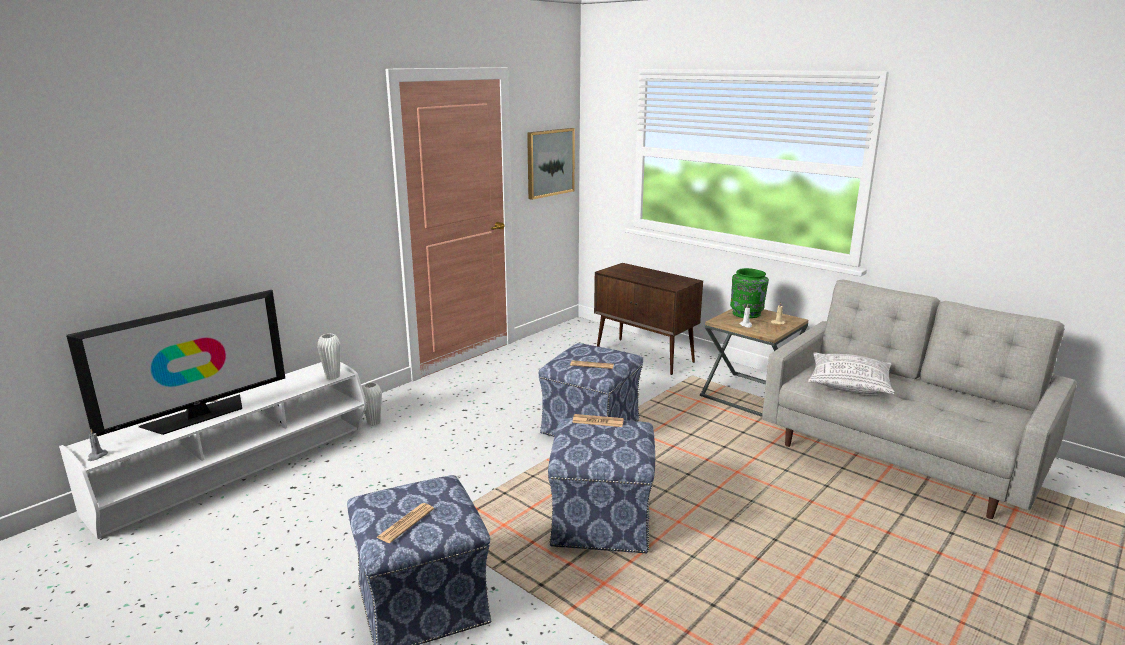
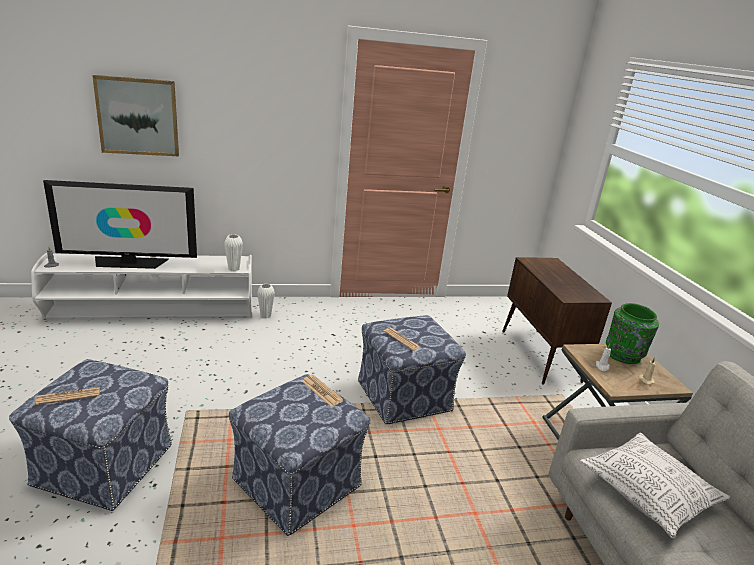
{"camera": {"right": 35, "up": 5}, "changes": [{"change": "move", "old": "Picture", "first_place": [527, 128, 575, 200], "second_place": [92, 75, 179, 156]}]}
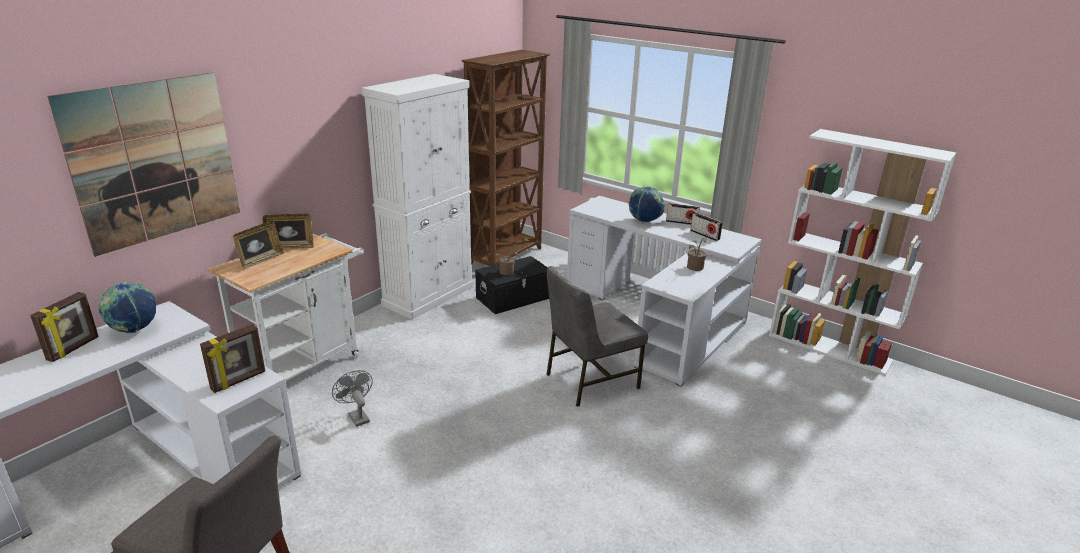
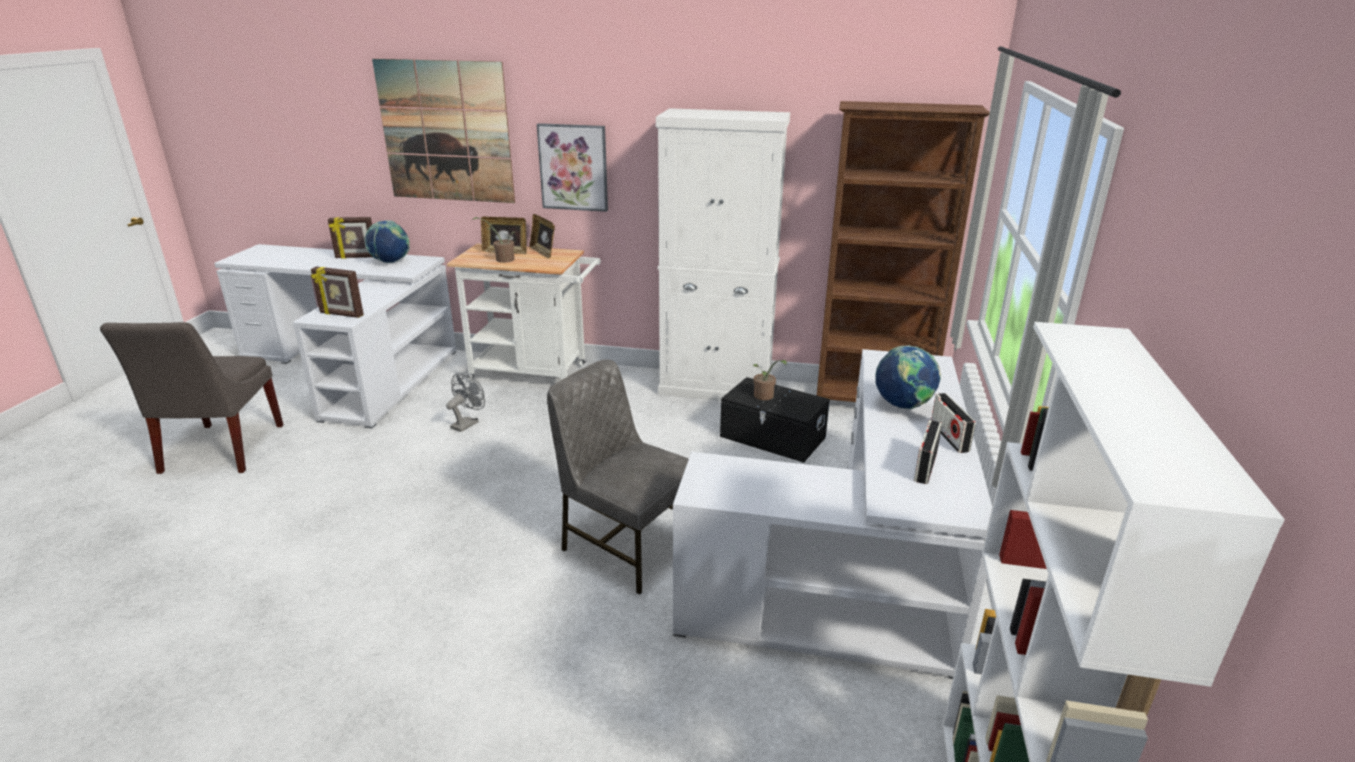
{"camera": {"right": 65, "up": 0}, "changes": [{"change": "insert", "new": "Picture", "second_place": [537, 123, 608, 212]}, {"change": "move", "old": "PottedPlant", "first_place": [687, 238, 707, 271], "second_place": [472, 217, 515, 263]}]}
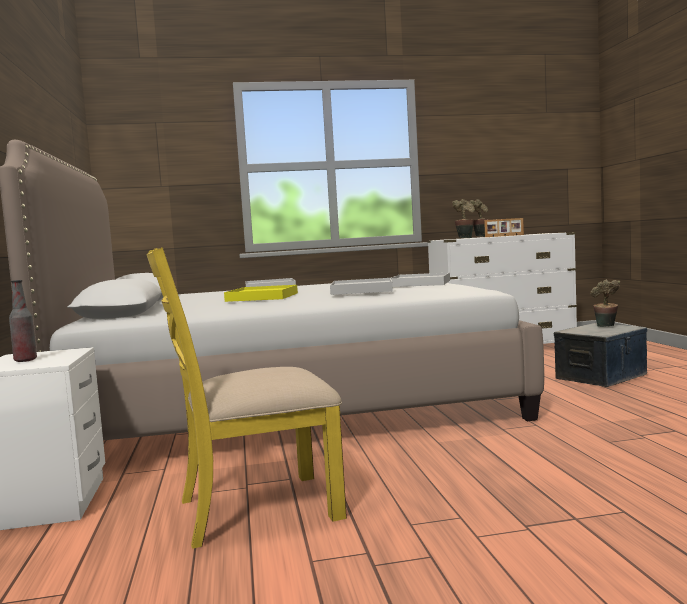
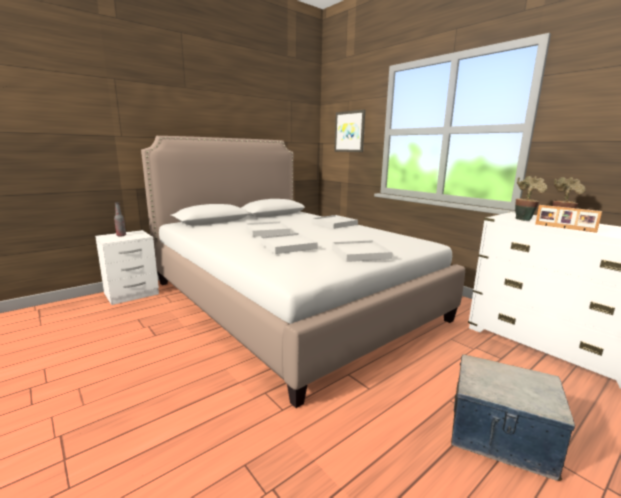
{"camera": {"right": 60, "up": 10}, "changes": [{"change": "delete", "old": "YellowChair", "first_place": [146, 247, 347, 549]}, {"change": "delete", "old": "PottedPlant", "first_place": [590, 280, 620, 327]}, {"change": "insert", "new": "Picture", "second_place": [334, 110, 365, 152]}, {"change": "recolor", "old": "YellowTray", "new": "WhiteTray", "first_place": [224, 285, 298, 302], "second_place": [246, 221, 290, 237]}]}
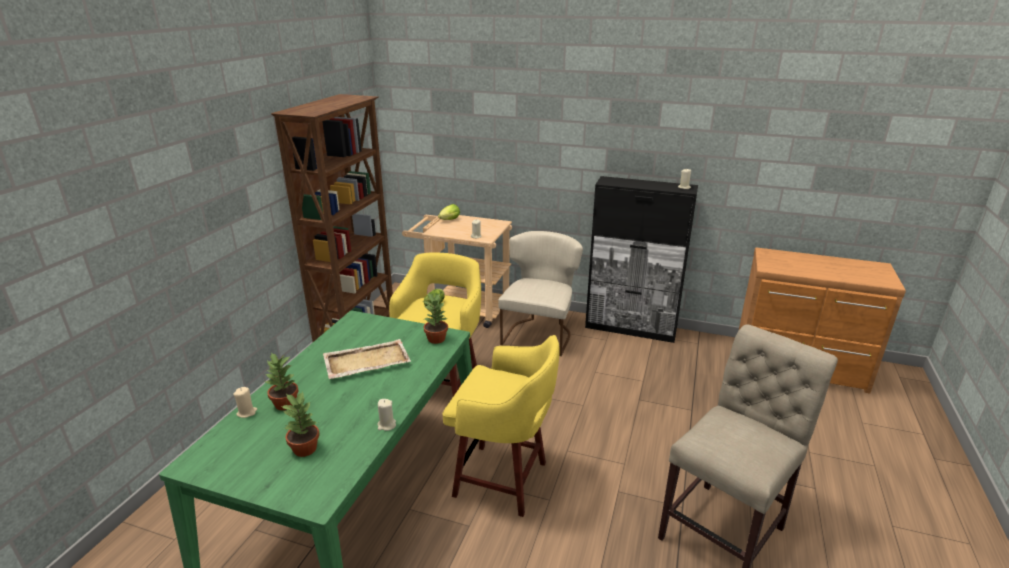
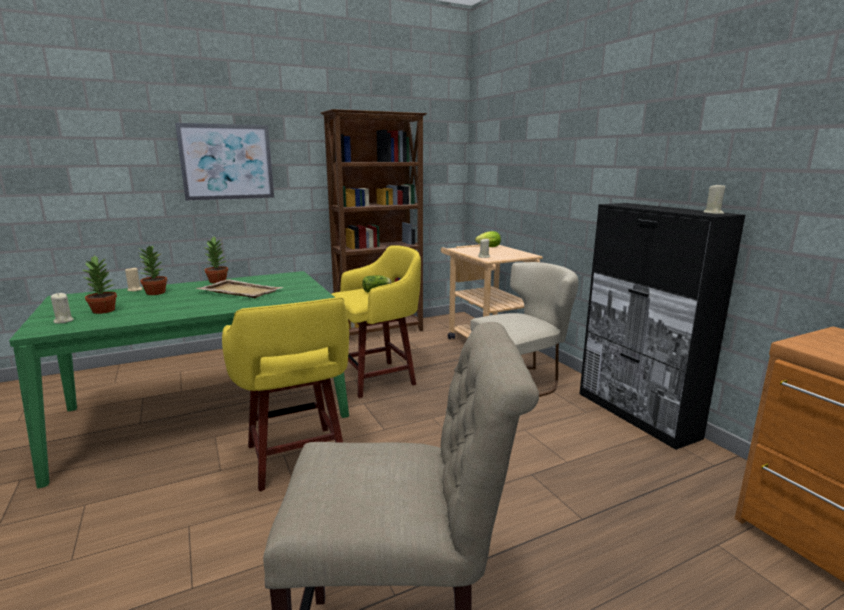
{"camera": {"right": 45, "up": -10}, "changes": [{"change": "insert", "new": "Picture", "second_place": [175, 123, 274, 201]}, {"change": "move", "old": "BeigeCandle", "first_place": [377, 399, 396, 431], "second_place": [51, 293, 74, 324]}, {"change": "move", "old": "PottedPlant", "first_place": [424, 294, 448, 344], "second_place": [203, 237, 228, 284]}]}
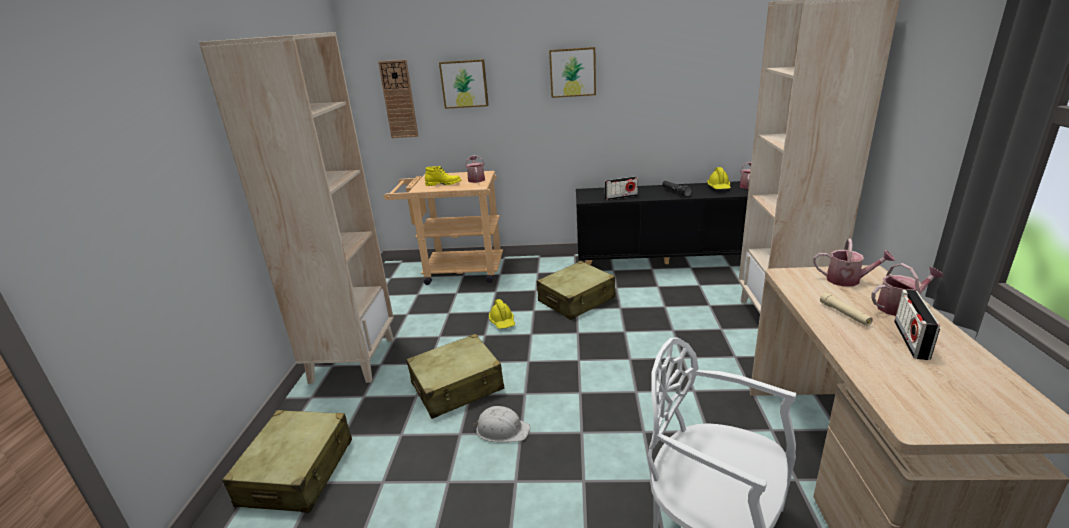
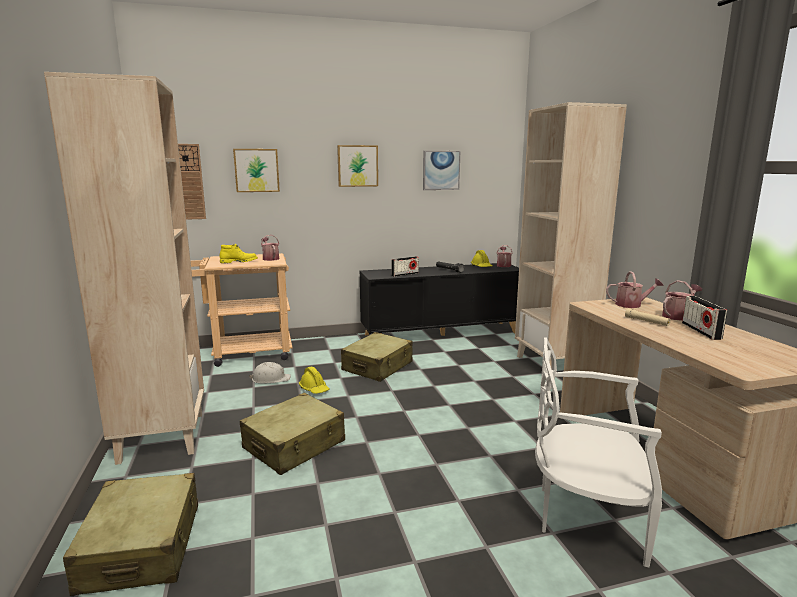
{"camera": {"right": -20, "up": -10}, "changes": [{"change": "insert", "new": "Picture", "second_place": [423, 151, 460, 190]}, {"change": "move", "old": "WhiteHardHat", "first_place": [473, 406, 530, 442], "second_place": [249, 362, 291, 384]}]}
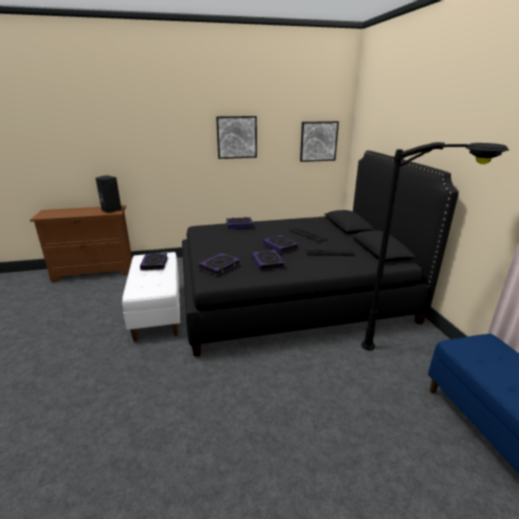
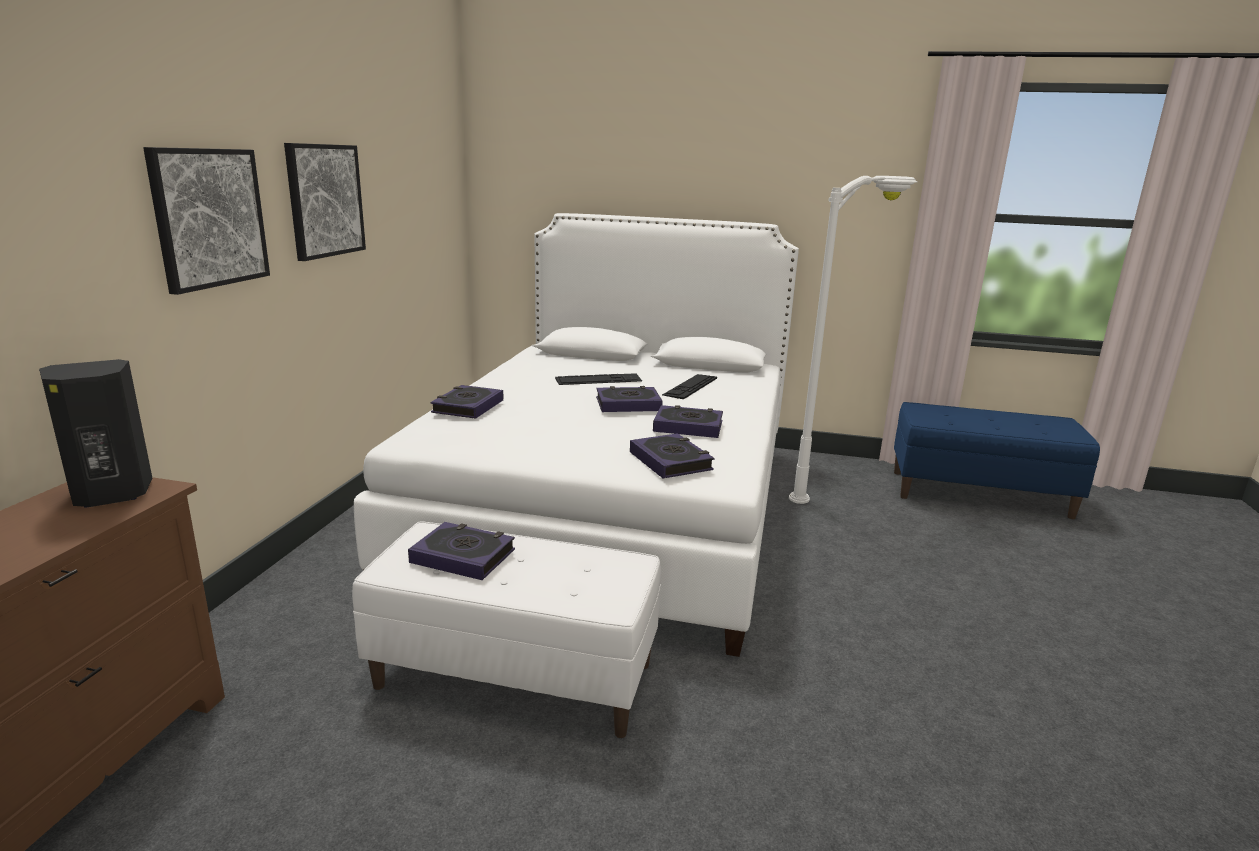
{"camera": {"right": -65, "up": -5}, "changes": [{"change": "move", "old": "Picture", "first_place": [300, 121, 339, 162], "second_place": [143, 147, 270, 295]}, {"change": "recolor", "old": "BlackBed", "new": "WhiteBed", "first_place": [182, 150, 459, 357], "second_place": [354, 213, 799, 657]}, {"change": "recolor", "old": "BlackFloorLamp", "new": "WhiteFloorLamp", "first_place": [361, 142, 509, 350], "second_place": [789, 176, 917, 504]}]}
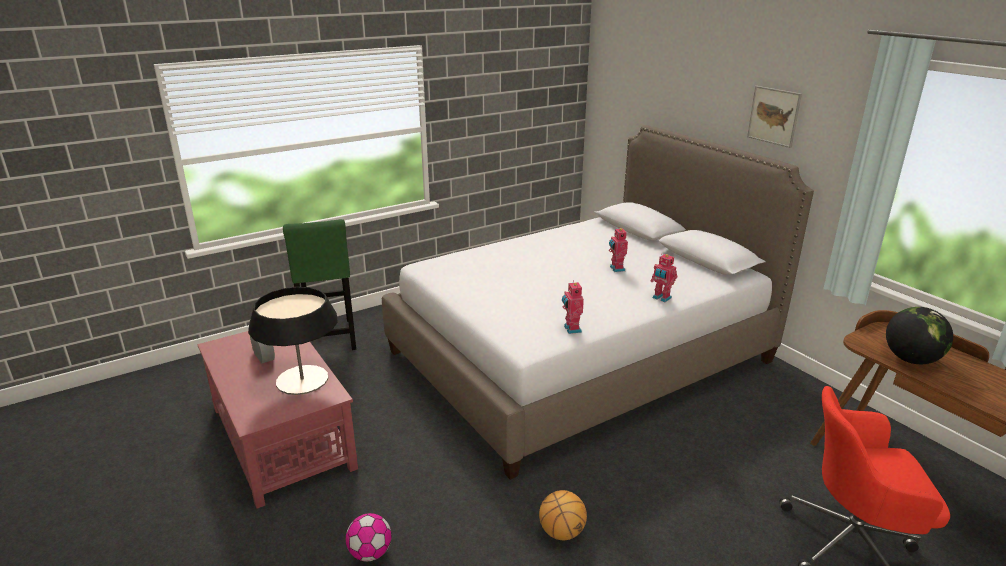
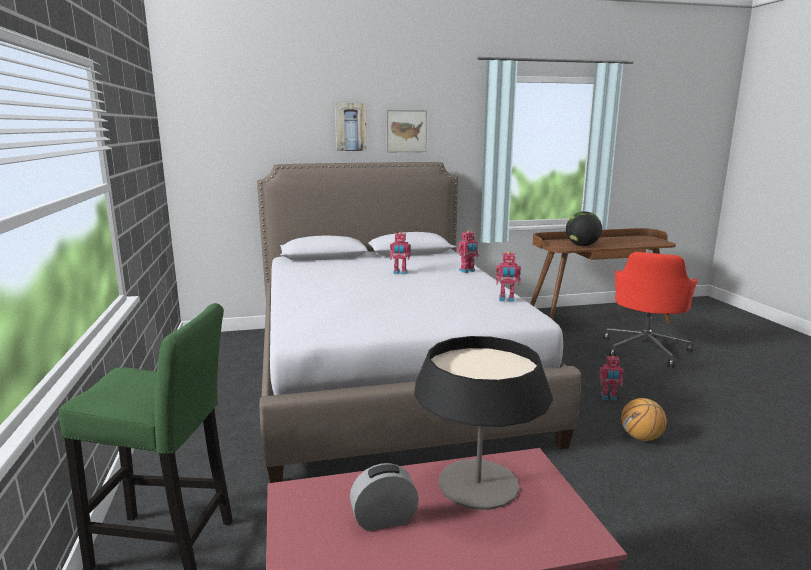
{"camera": {"right": -70, "up": -10}, "changes": [{"change": "delete", "old": "Football", "first_place": [346, 513, 392, 561]}, {"change": "insert", "new": "Picture", "second_place": [335, 103, 367, 151]}, {"change": "insert", "new": "ToyRobot", "second_place": [599, 355, 624, 401]}]}
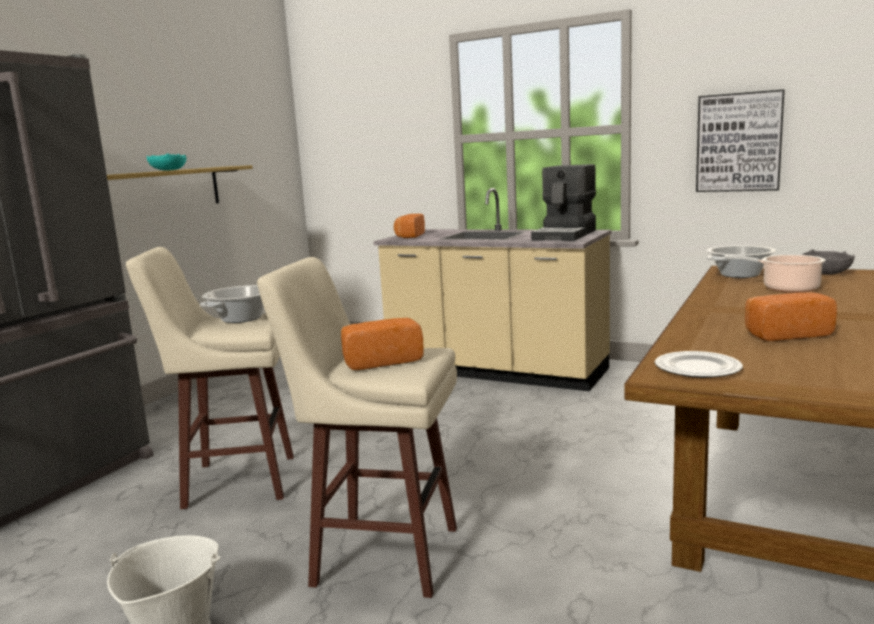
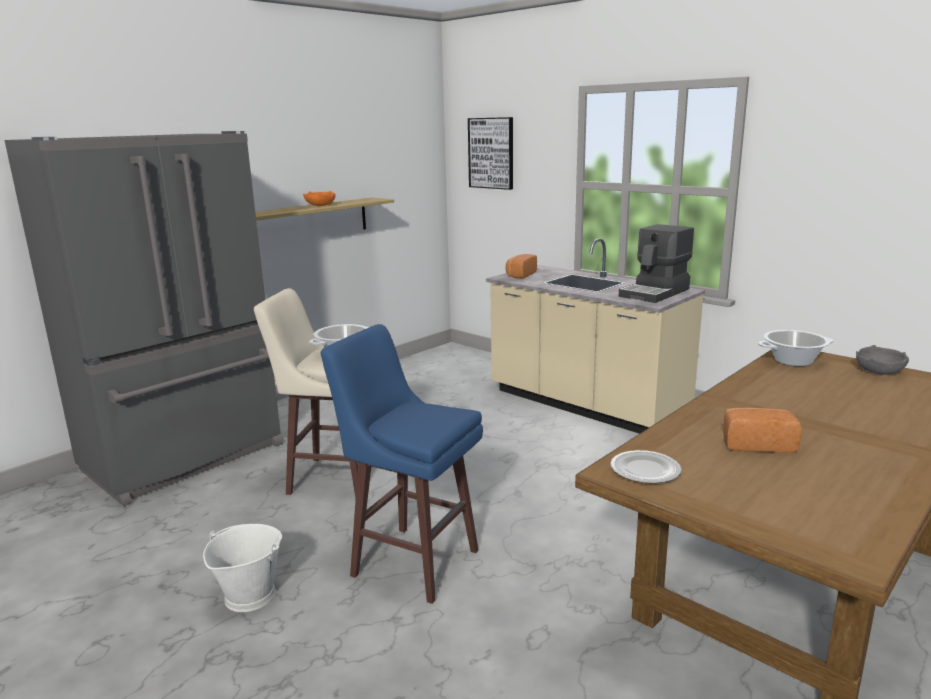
{"camera": {"right": 15, "up": 5}, "changes": [{"change": "delete", "old": "Bread", "first_place": [341, 318, 424, 370]}, {"change": "delete", "old": "CookingPot", "first_place": [725, 255, 825, 293]}, {"change": "move", "old": "Picture", "first_place": [696, 89, 785, 192], "second_place": [468, 117, 513, 190]}, {"change": "recolor", "old": "TurquoiseBowl", "new": "OrangeBowl", "first_place": [147, 153, 186, 171], "second_place": [303, 191, 336, 206]}, {"change": "recolor", "old": "BeigeStool", "new": "BlueStool", "first_place": [257, 257, 457, 598], "second_place": [321, 324, 483, 604]}]}
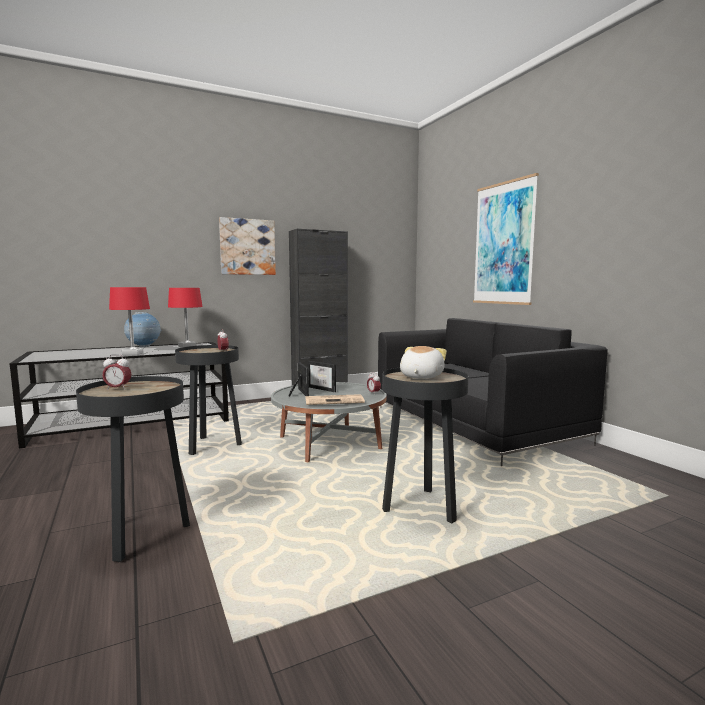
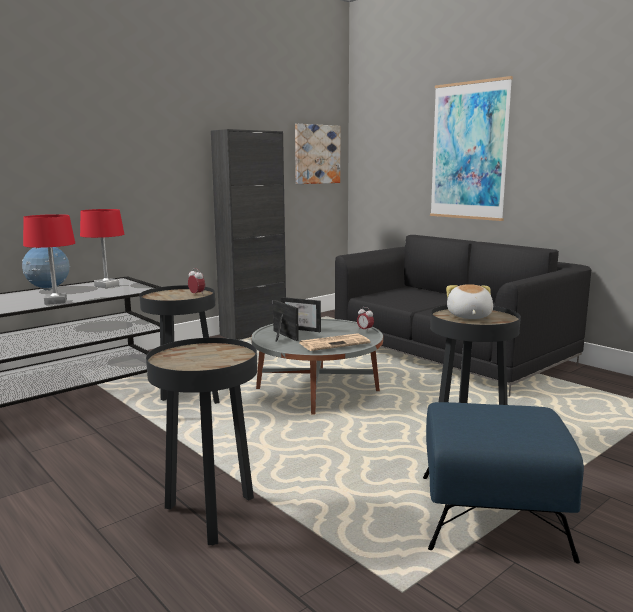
{"camera": {"right": -15, "up": 5}, "changes": [{"change": "delete", "old": "AlarmClock", "first_place": [102, 354, 131, 390]}, {"change": "insert", "new": "BlueOttoman", "second_place": [423, 402, 584, 563]}, {"change": "move", "old": "Picture", "first_place": [219, 217, 276, 275], "second_place": [295, 124, 340, 184]}]}
